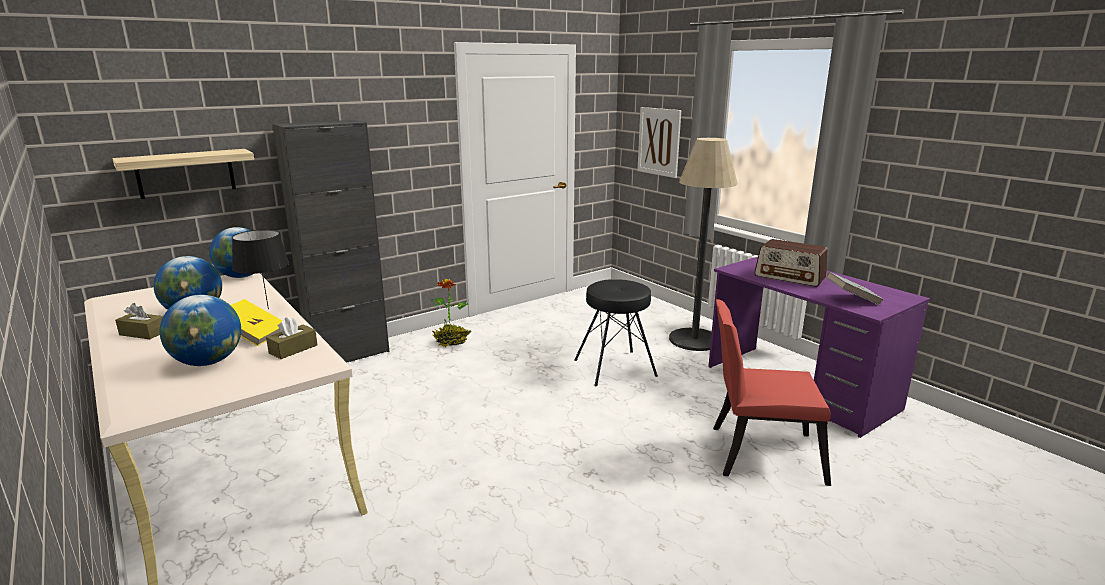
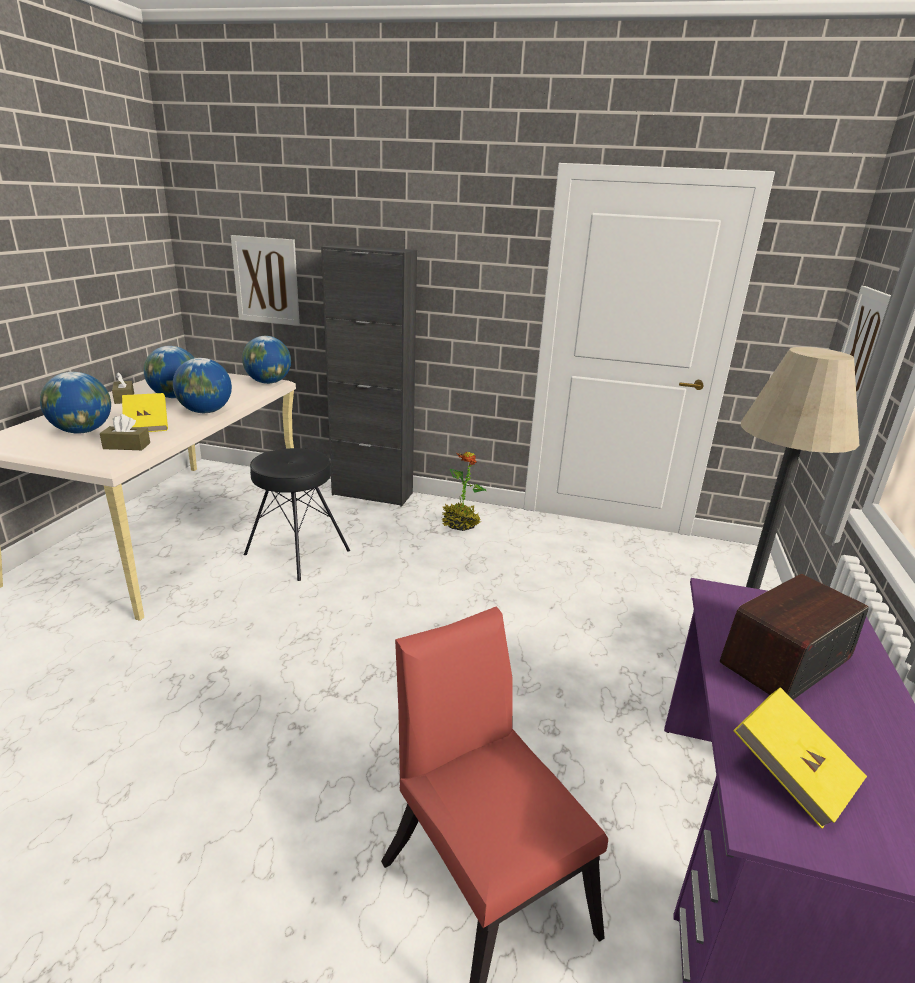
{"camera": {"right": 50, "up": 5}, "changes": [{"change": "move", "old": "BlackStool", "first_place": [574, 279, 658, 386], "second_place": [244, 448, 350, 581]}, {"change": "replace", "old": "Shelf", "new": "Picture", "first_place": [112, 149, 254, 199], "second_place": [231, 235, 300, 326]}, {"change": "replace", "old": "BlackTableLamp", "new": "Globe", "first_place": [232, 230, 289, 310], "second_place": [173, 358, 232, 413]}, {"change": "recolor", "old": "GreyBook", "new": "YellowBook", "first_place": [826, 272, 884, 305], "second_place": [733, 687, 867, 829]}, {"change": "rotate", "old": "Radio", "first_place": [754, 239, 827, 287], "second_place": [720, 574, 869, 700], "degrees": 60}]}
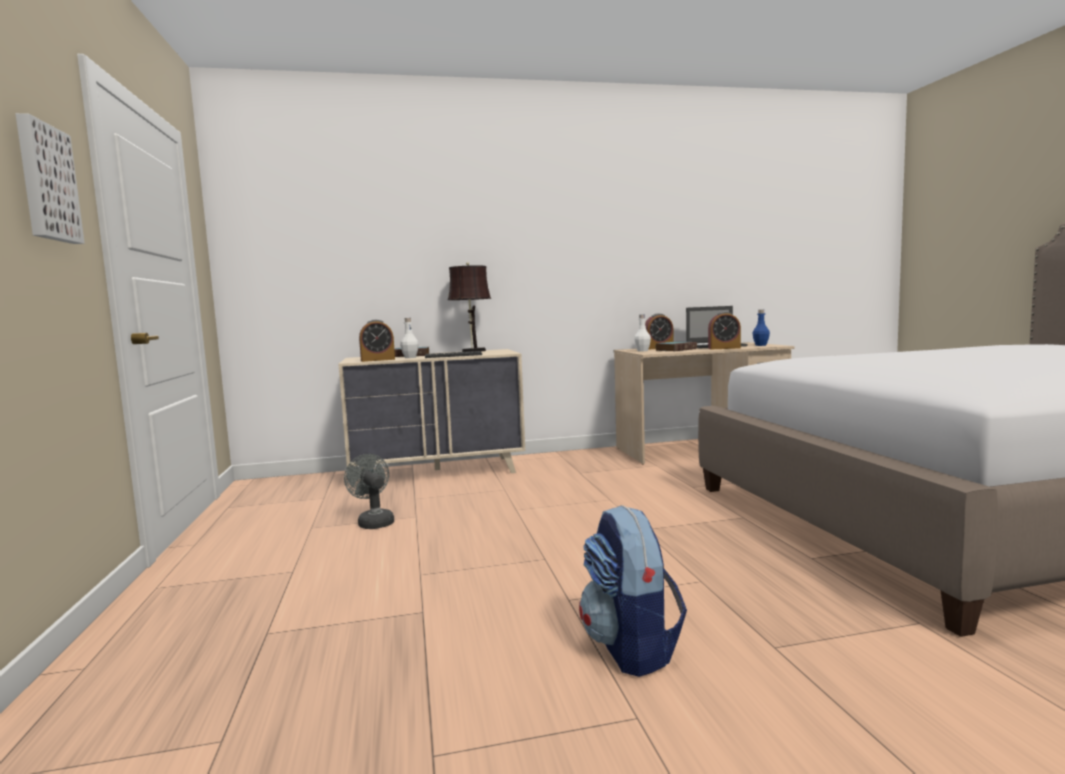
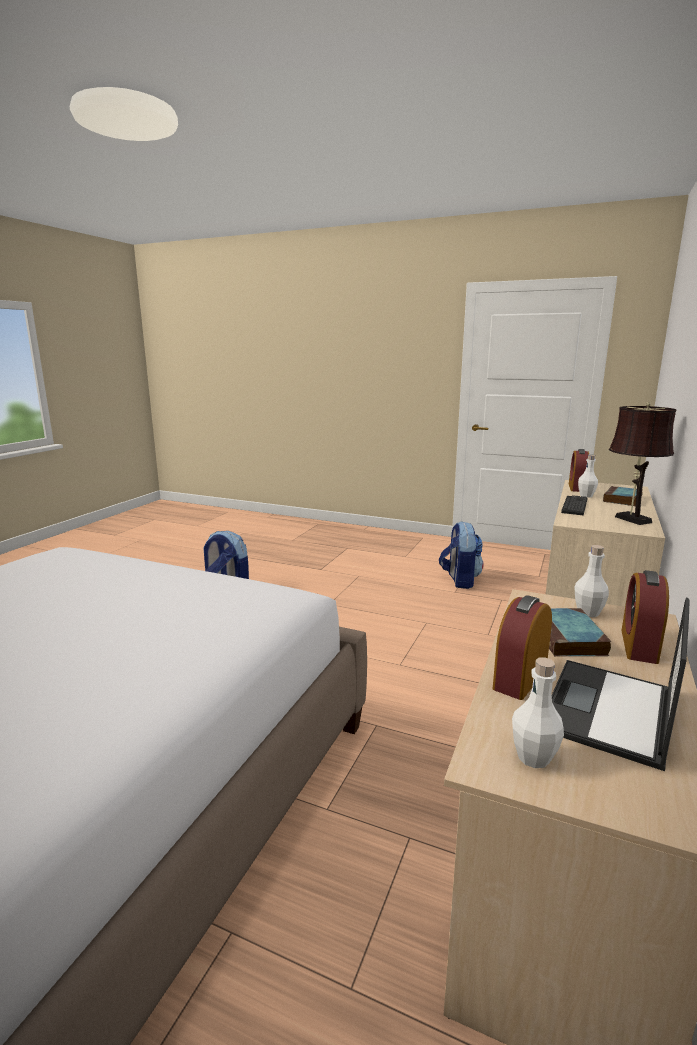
{"camera": {"right": 125, "up": 10}, "changes": [{"change": "delete", "old": "Picture", "first_place": [15, 113, 85, 244]}, {"change": "replace", "old": "GreyFan", "new": "Backpack", "first_place": [344, 454, 394, 529], "second_place": [439, 521, 484, 589]}, {"change": "recolor", "old": "BlueBottle", "new": "WhiteBottle", "first_place": [752, 310, 770, 346], "second_place": [512, 657, 564, 768]}]}
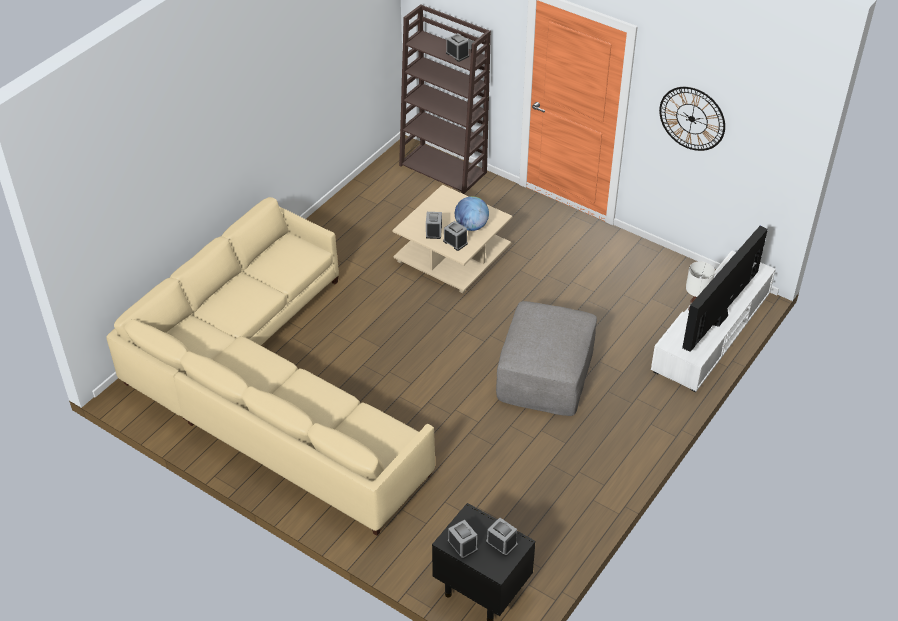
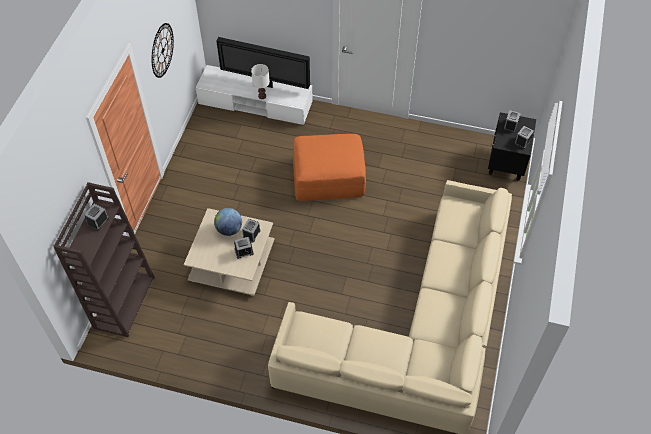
{"camera": {"right": -110, "up": 10}, "changes": [{"change": "recolor", "old": "GreyOttoman", "new": "OrangeOttoman", "first_place": [496, 301, 597, 416], "second_place": [293, 134, 366, 201]}]}
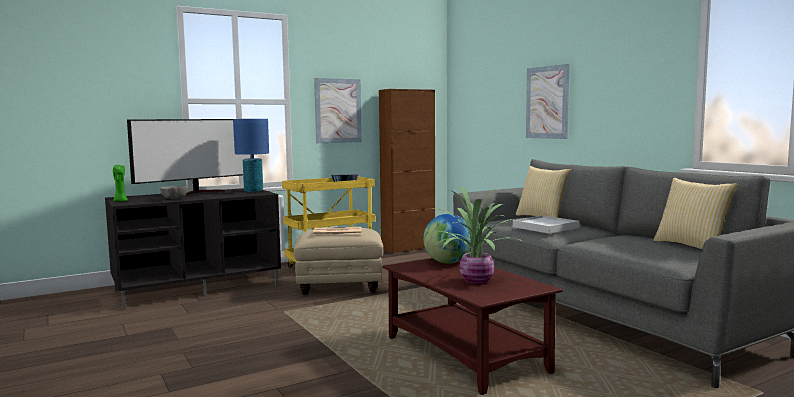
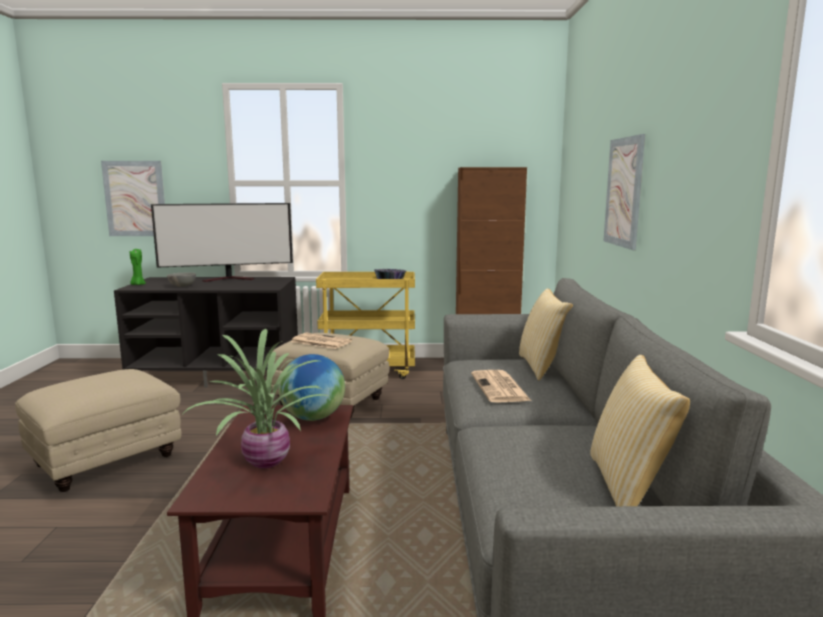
{"camera": {"right": 30, "up": 5}, "changes": [{"change": "delete", "old": "BlueTableLamp", "first_place": [233, 119, 269, 192]}, {"change": "insert", "new": "BeigeOttoman", "second_place": [15, 369, 182, 492]}, {"change": "move", "old": "Picture", "first_place": [314, 78, 362, 143], "second_place": [101, 161, 165, 236]}, {"change": "replace", "old": "WhiteTray", "new": "Newspaper", "first_place": [513, 215, 580, 234], "second_place": [471, 370, 531, 403]}]}
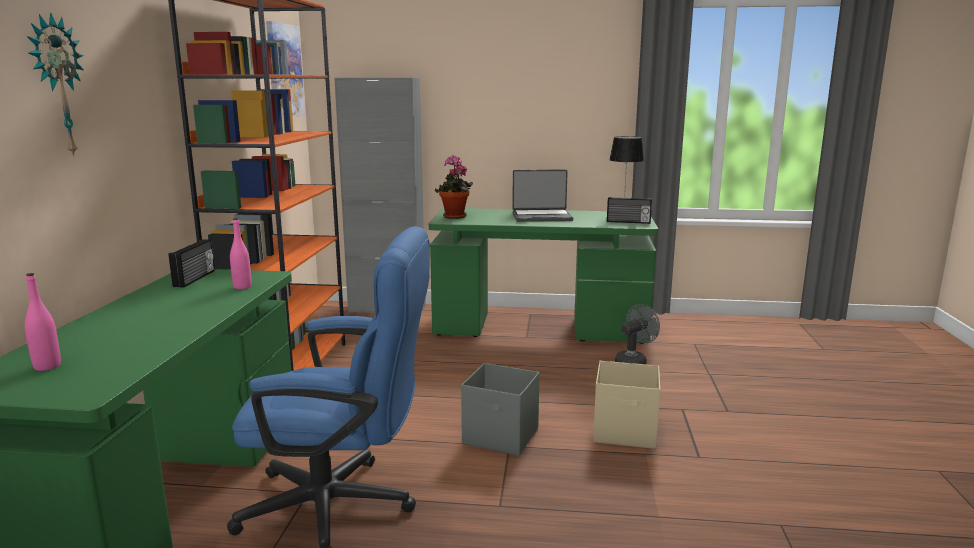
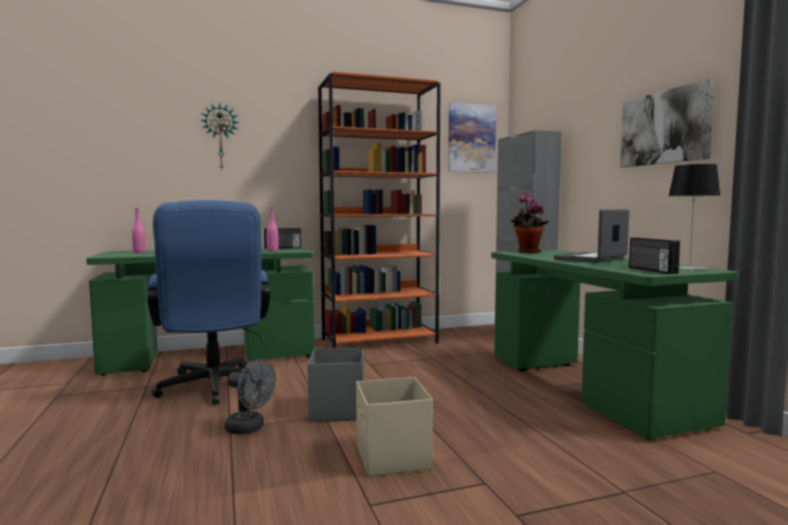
{"camera": {"right": 65, "up": -10}, "changes": [{"change": "insert", "new": "Picture", "second_place": [620, 79, 715, 167]}, {"change": "move", "old": "GreyFan", "first_place": [615, 304, 660, 364], "second_place": [225, 359, 276, 434]}, {"change": "rotate", "old": "Laptop", "first_place": [512, 169, 573, 222], "second_place": [553, 209, 629, 263], "degrees": 75}]}
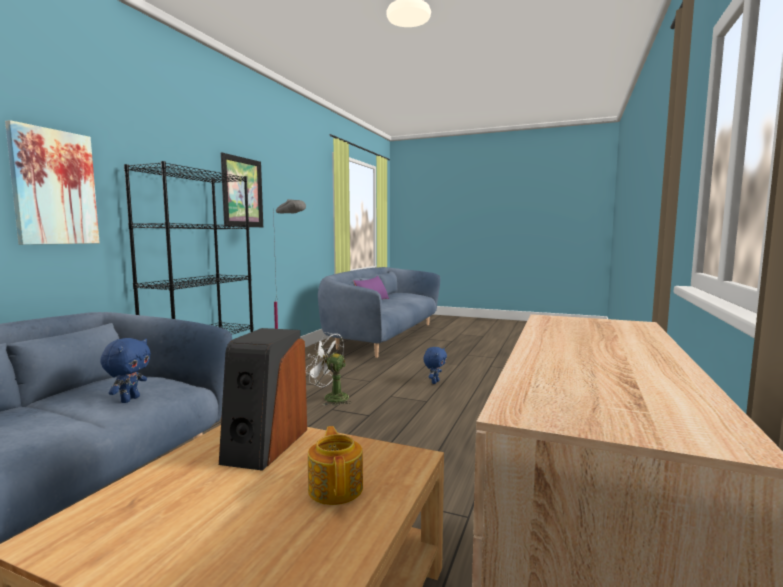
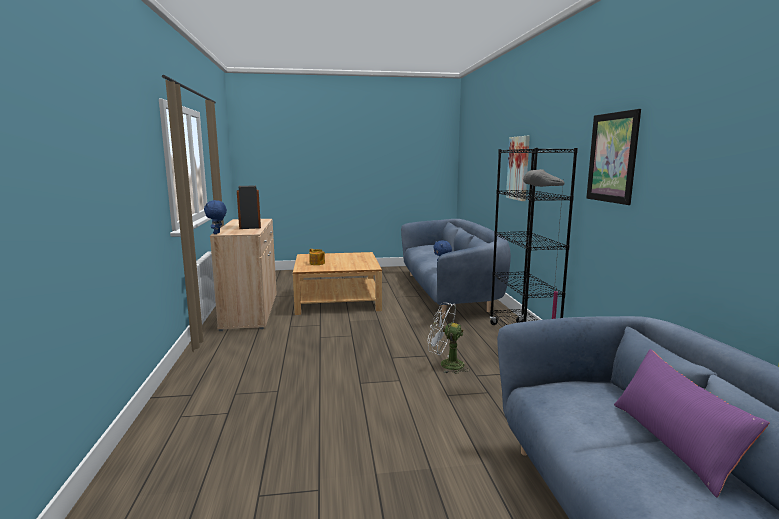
{"camera": {"right": 150, "up": 5}, "changes": [{"change": "move", "old": "Speaker", "first_place": [219, 328, 307, 471], "second_place": [237, 186, 261, 229]}, {"change": "move", "old": "BluePlushToy", "first_place": [423, 347, 447, 384], "second_place": [204, 200, 227, 234]}, {"change": "rotate", "old": "WhiteFan", "first_place": [306, 332, 352, 406], "second_place": [428, 302, 470, 374], "degrees": -150}]}
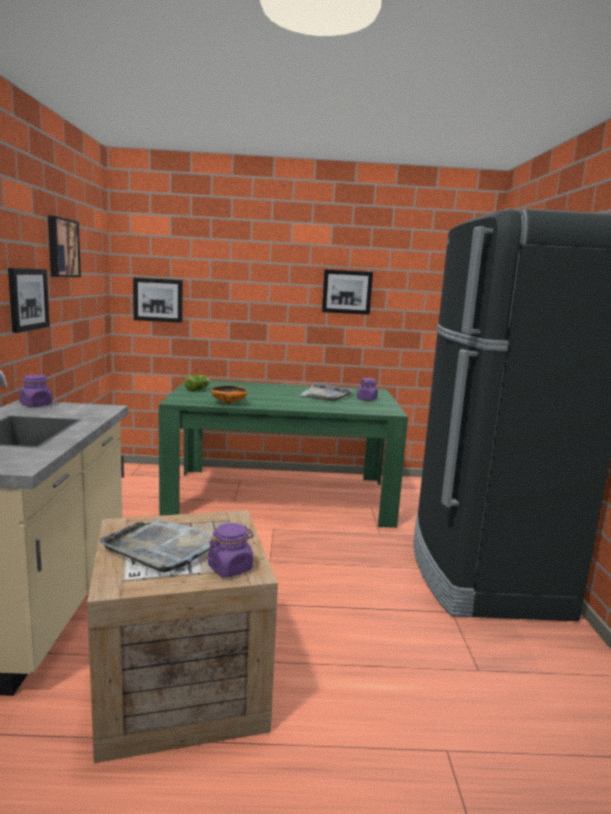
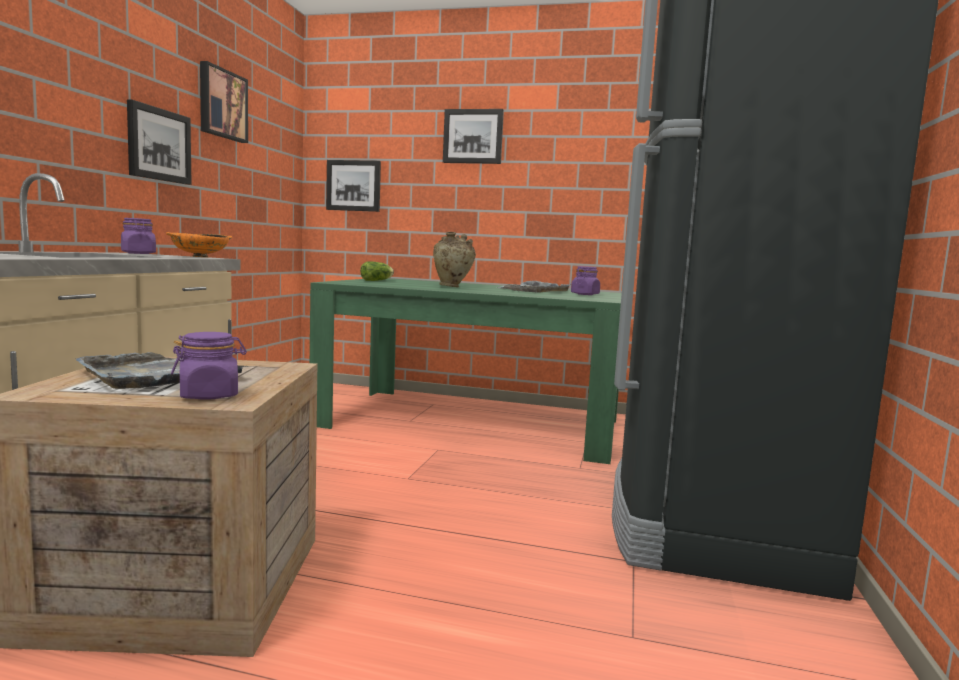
{"camera": {"right": 15, "up": -5}, "changes": [{"change": "insert", "new": "BeigeVase", "second_place": [433, 232, 476, 287]}, {"change": "move", "old": "OrangeBowl", "first_place": [211, 385, 248, 404], "second_place": [166, 232, 232, 257]}, {"change": "move", "old": "Picture", "first_place": [322, 269, 373, 315], "second_place": [443, 109, 504, 164]}]}
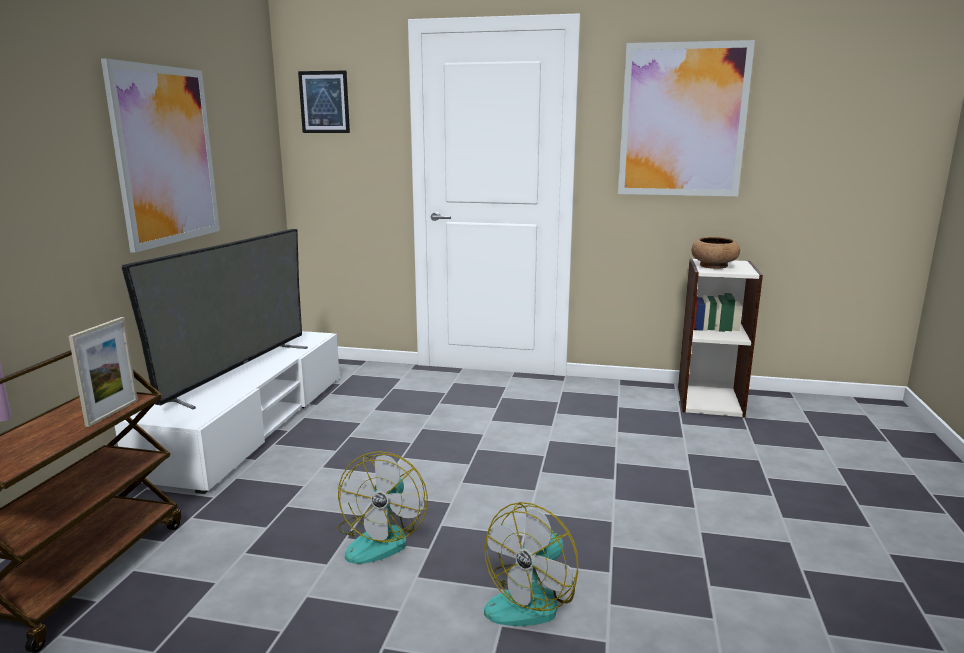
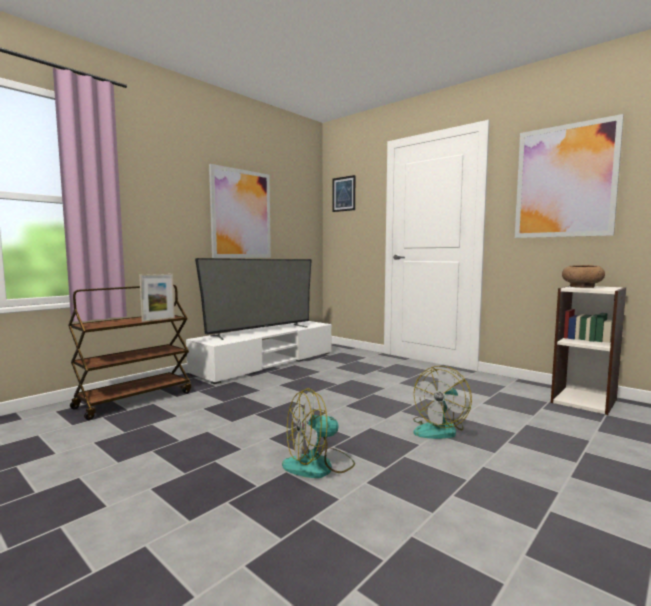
{"camera": {"right": 30, "up": -10}, "changes": [{"change": "move", "old": "Fan", "first_place": [338, 451, 428, 564], "second_place": [413, 366, 472, 439]}]}
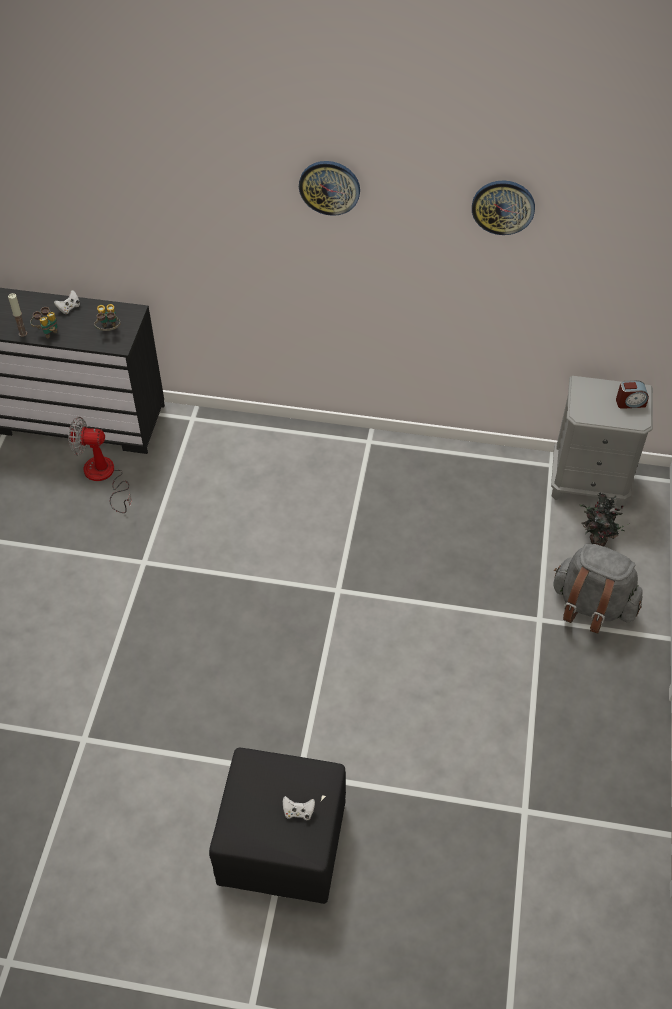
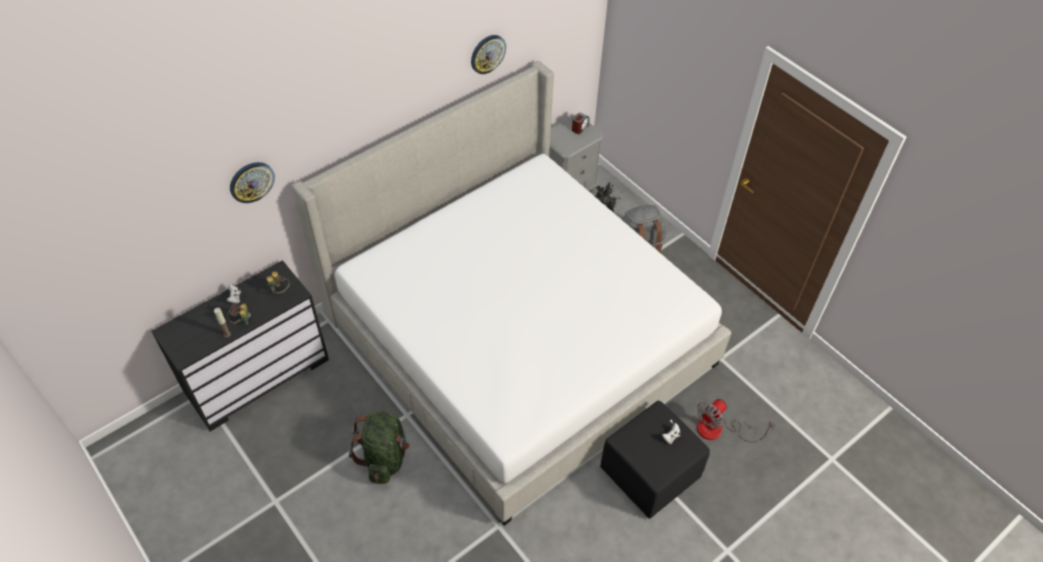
{"camera": {"right": -50, "up": 0}, "changes": [{"change": "insert", "new": "Bed", "second_place": [292, 61, 732, 526]}, {"change": "insert", "new": "GreenBackpack", "second_place": [349, 411, 410, 484]}, {"change": "move", "old": "Fan", "first_place": [68, 417, 132, 513], "second_place": [697, 399, 775, 442]}, {"change": "move", "old": "WallClock", "first_place": [299, 161, 360, 216], "second_place": [230, 162, 275, 203]}]}
